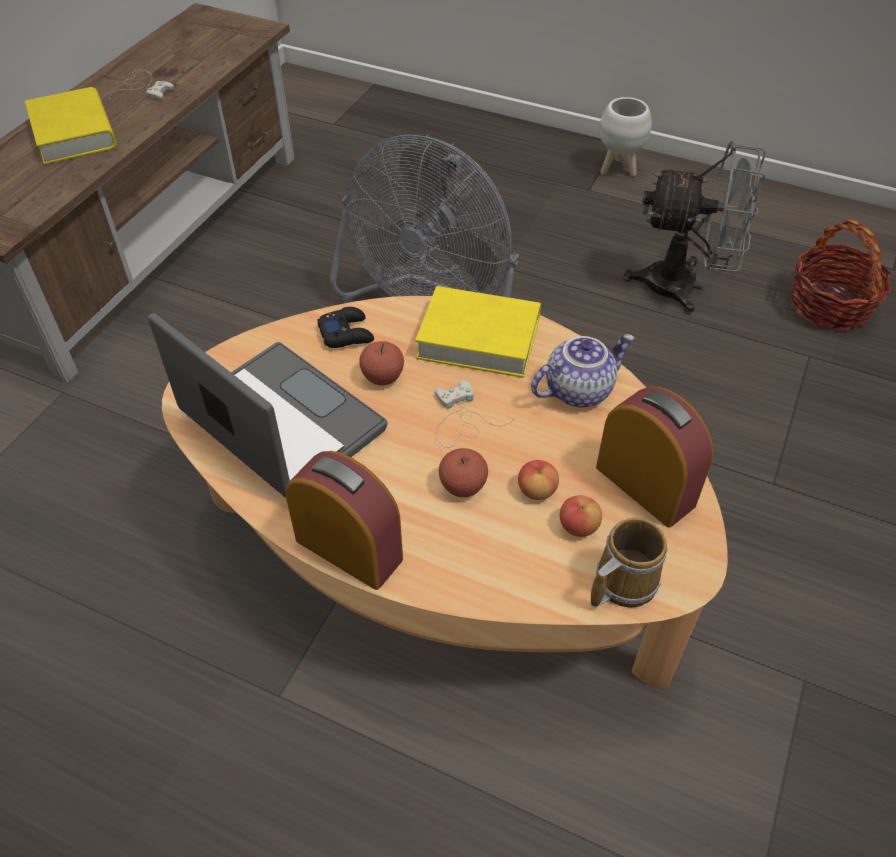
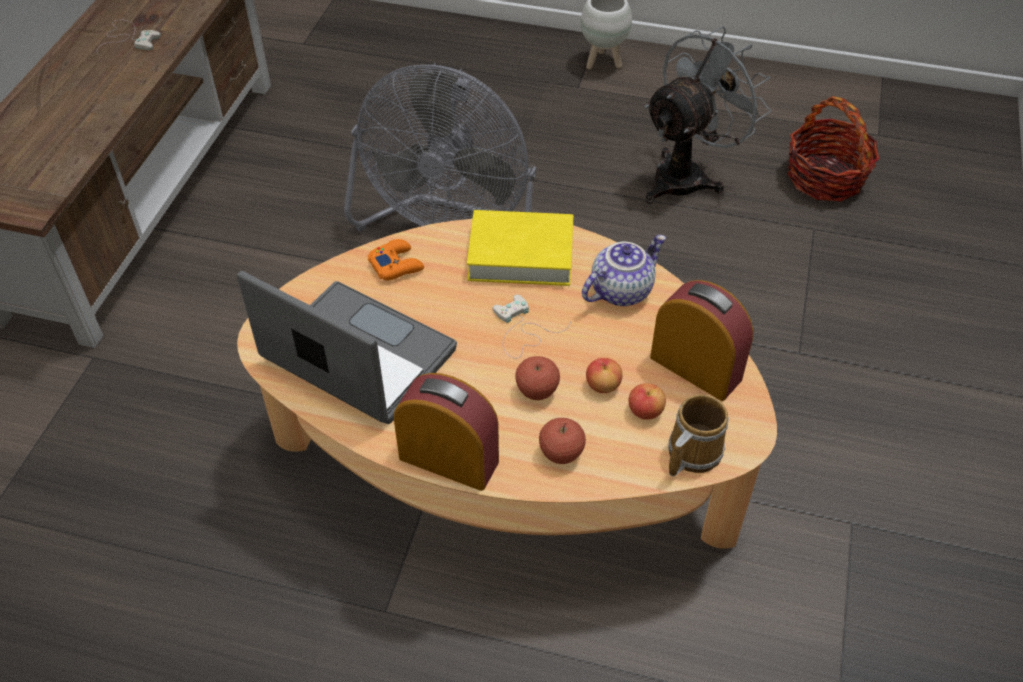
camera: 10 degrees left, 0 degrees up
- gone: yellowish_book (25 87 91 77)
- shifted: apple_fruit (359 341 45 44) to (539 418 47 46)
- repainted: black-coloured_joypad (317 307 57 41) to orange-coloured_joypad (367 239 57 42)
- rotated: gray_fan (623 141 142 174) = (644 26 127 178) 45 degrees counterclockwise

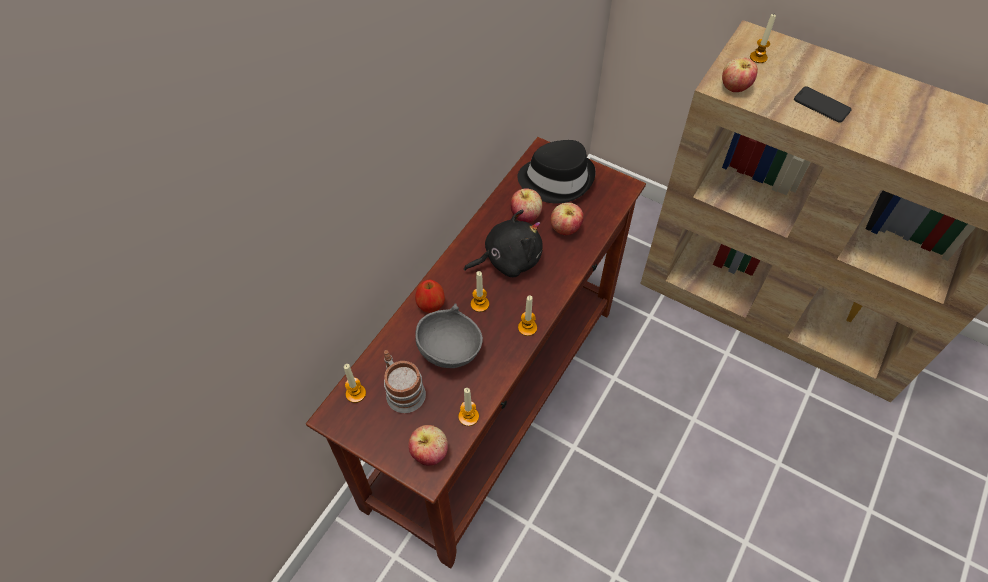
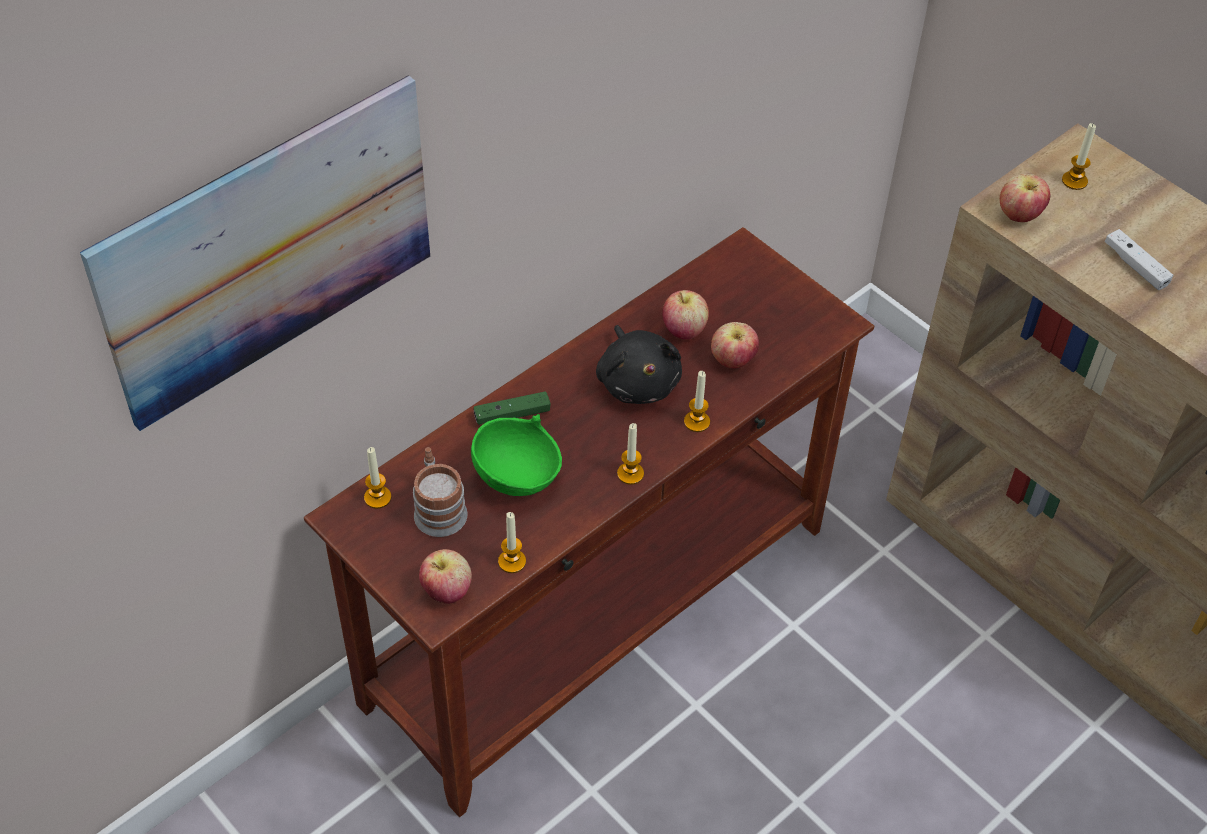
camera: 15 degrees right, 5 degrees down
- gone: black-coloured_clothing_hat (517 140 79 63)
- new: wall_art (80 75 350 356)
- shifted: candle (471 271 18 41) to (684 371 26 61)
- swapped: apple_fruit (415 279 30 34) to greenish_joypad (474 391 76 34)
- swapped: phone (794 86 58 37) to white_joypad (1105 229 68 61)
- repainted: gray_bowl (415 303 68 65) to greenish_bowl (471 414 91 82)
- rotated: black-coloured_soft_toy (464 210 79 67) = (596 325 86 79) 75 degrees clockwise

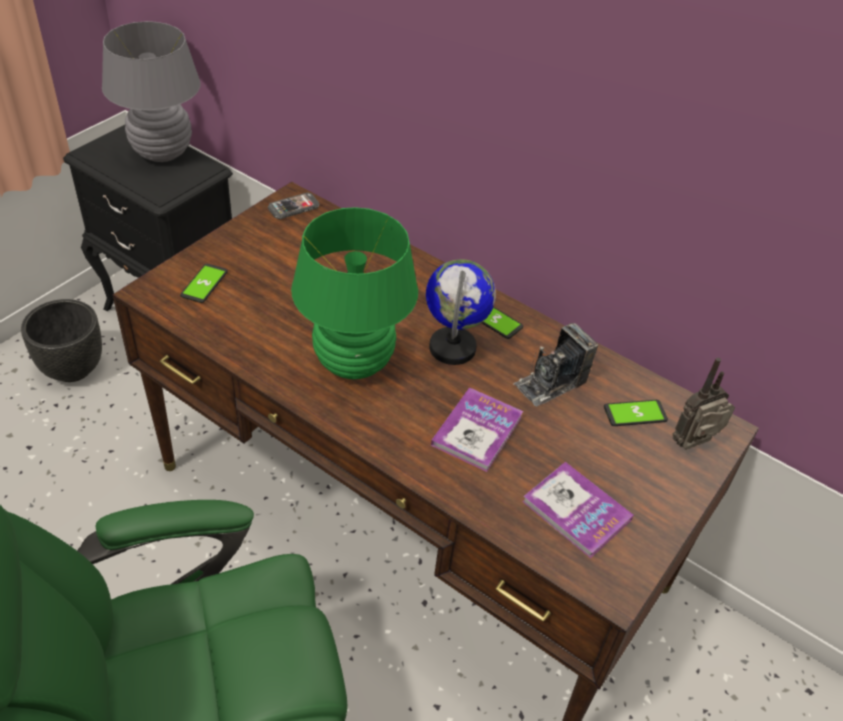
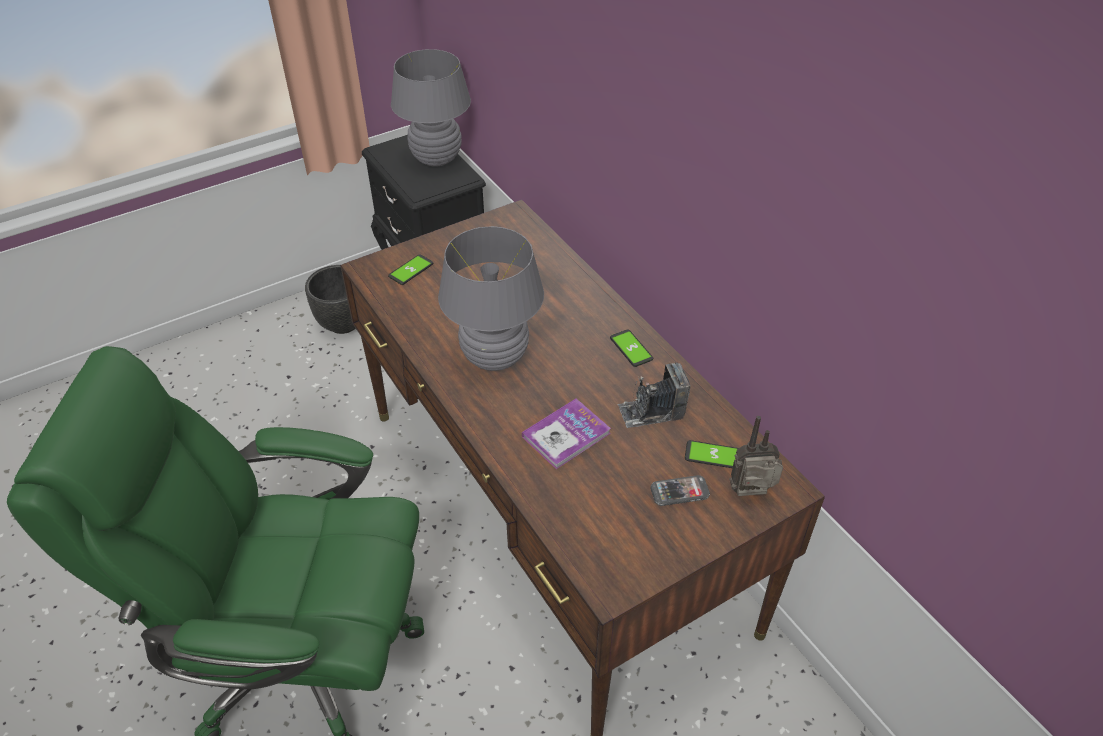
camera: 25 degrees right, 0 degrees up
- gone: world_globe (426 259 70 106)
- gone: book (522 462 112 96)
- shifted: phone (268 193 51 26) to (650 475 60 31)
- repainted: greenish_table_lamp (291 207 127 172) to gray_table_lamp (438 226 106 145)

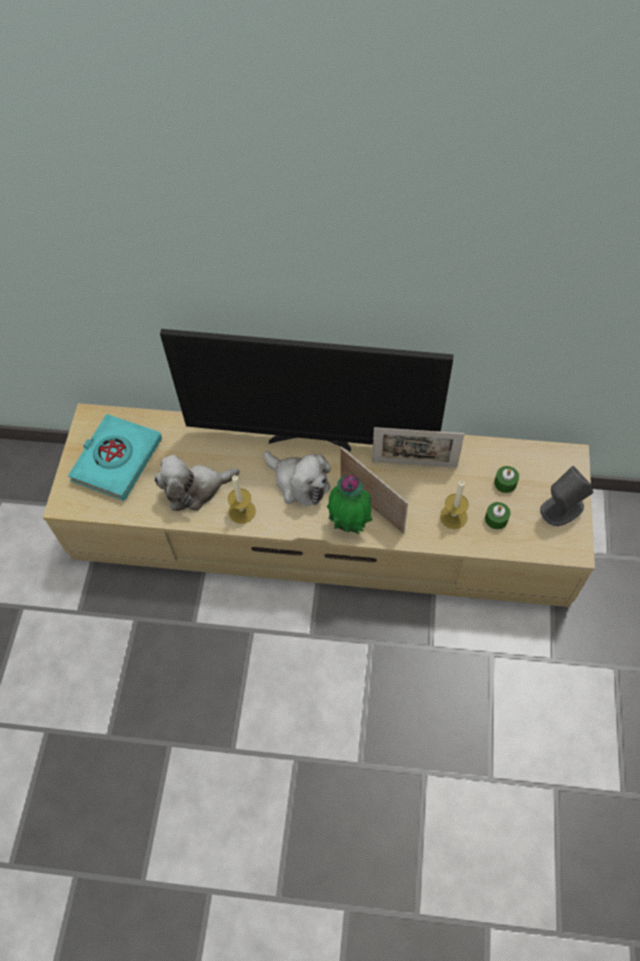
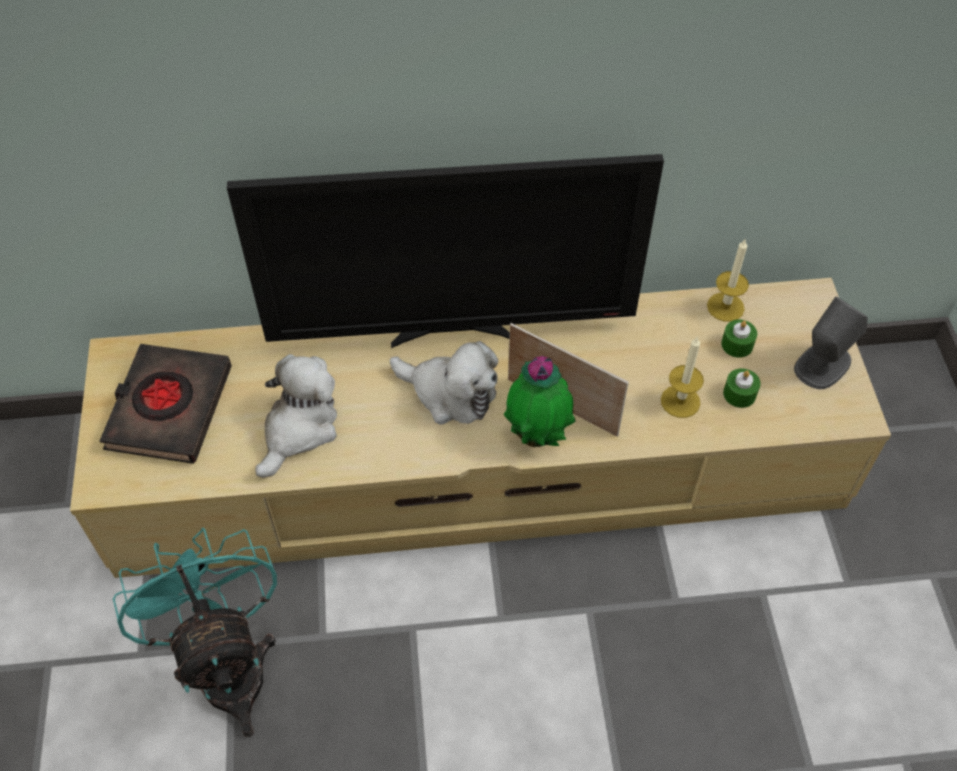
camera: 15 degrees left, 5 degrees down
- gone: picture_frame (372 427 92 41)
- new: turquoise-coloured_fan (113 528 164 209)
- shifted: candle (228 475 28 49) to (707 240 42 82)
- repainted: turquoise-coloured_book (68 414 94 87) to black-coloured_book (100 344 132 120)
- rotated: soft_toy (154 455 86 56) = (255 354 82 124) 150 degrees clockwise

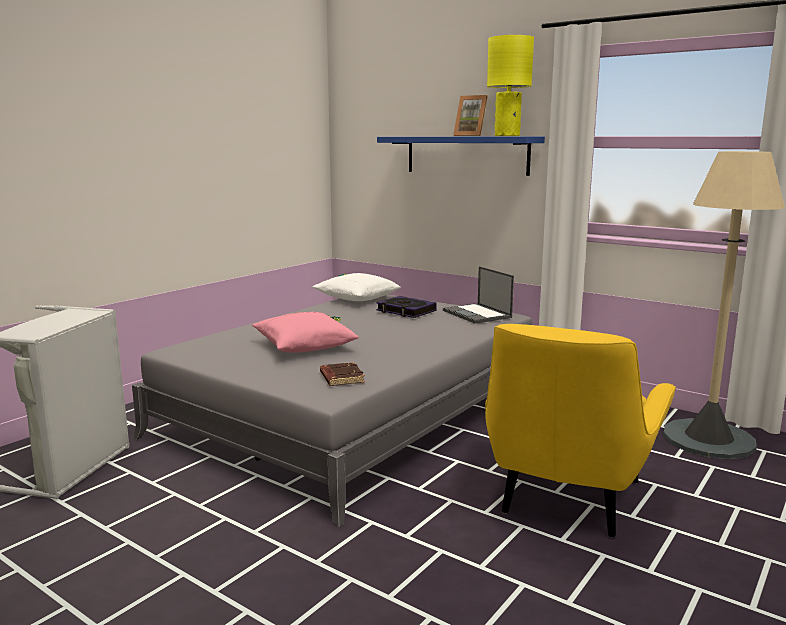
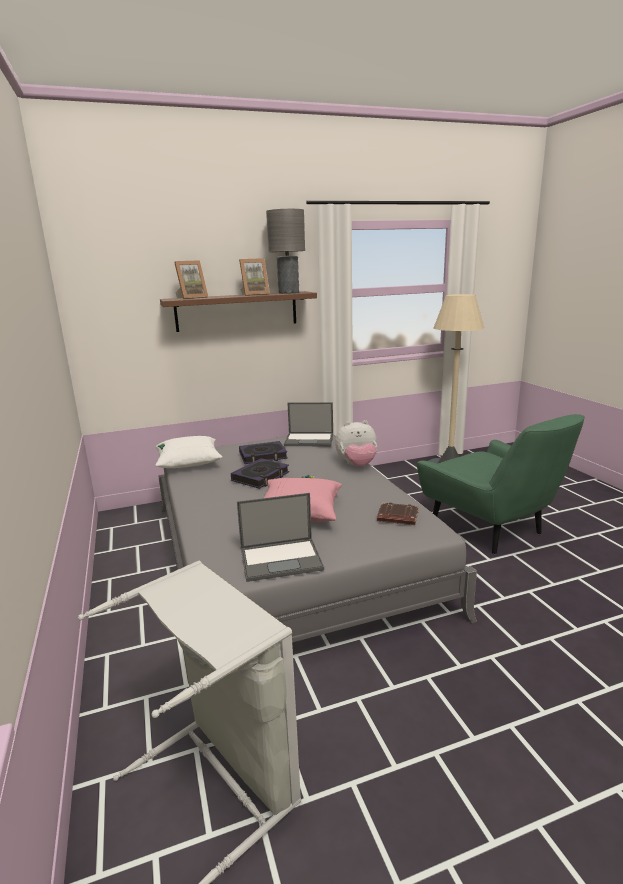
camera: 55 degrees left, 5 degrees up
- new: picture_frame (174 260 35 39)
- new: book (231 458 58 31)
- new: laptop (237 493 87 89)
- new: soft_toy (335 420 42 47)
- repainted: blue_bracket_shelf (377 137 168 39) to brown-coloured_bracket_shelf (160 291 157 41)
- repainted: yellowish_armchair (485 324 191 214) to greenish_armchair (417 414 168 140)
- repainted: yellowish_table_lamp (487 35 47 101) to gray_table_lamp (266 209 39 85)

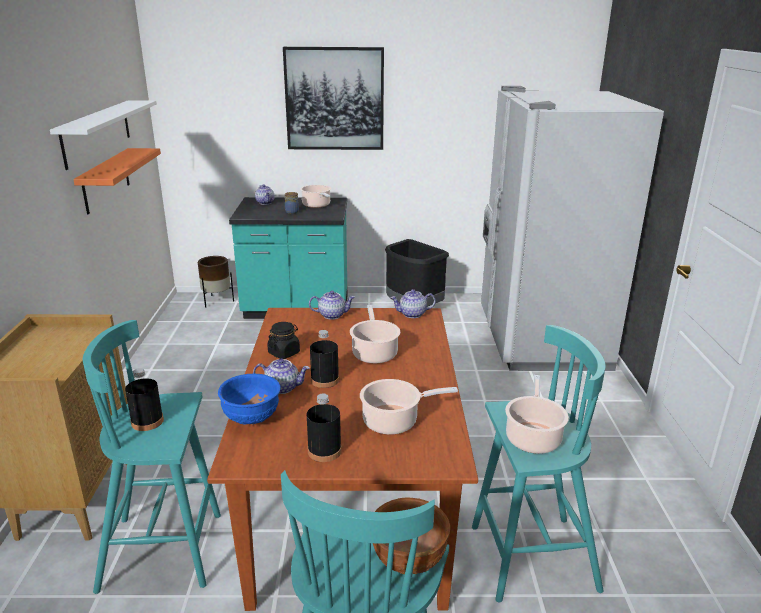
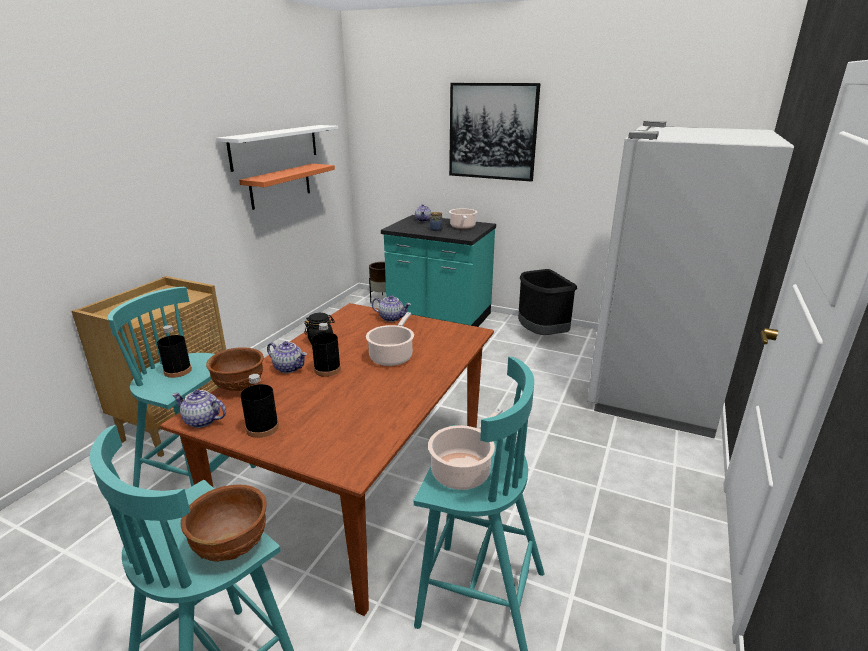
camera: 25 degrees right, 0 degrees up
- gone: stockpot (360 379 98 56)
- shifted: tea_pot (391 289 45 29) to (172 390 54 38)
- repainted: blue_bowl (218 374 63 51) to brown-coloured_bowl (206 347 58 44)

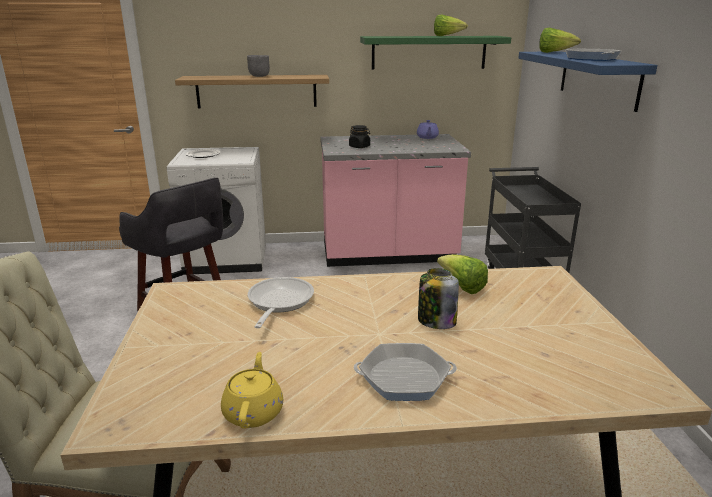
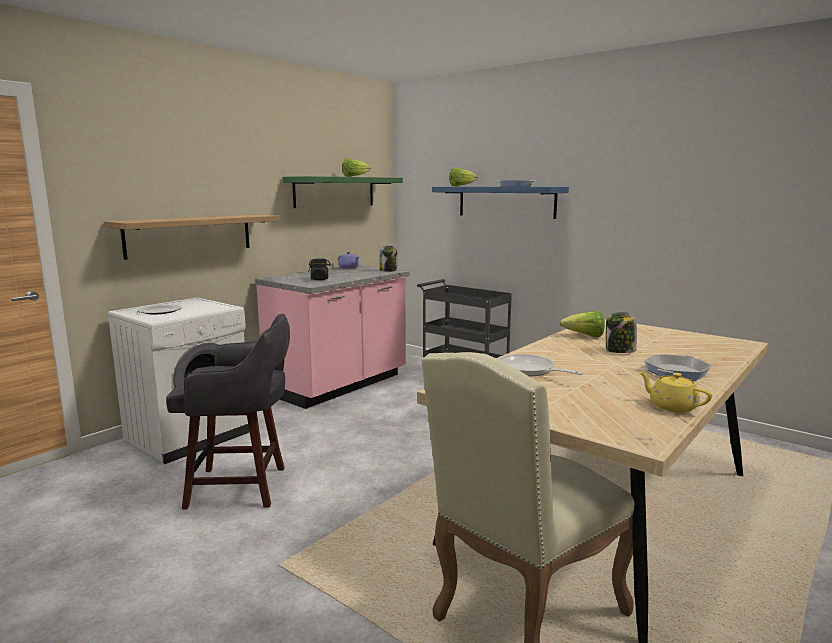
camera: 45 degrees left, 10 degrees down
- gone: gray_bowl (247 55 23 22)
- new: jar (380 246 17 26)

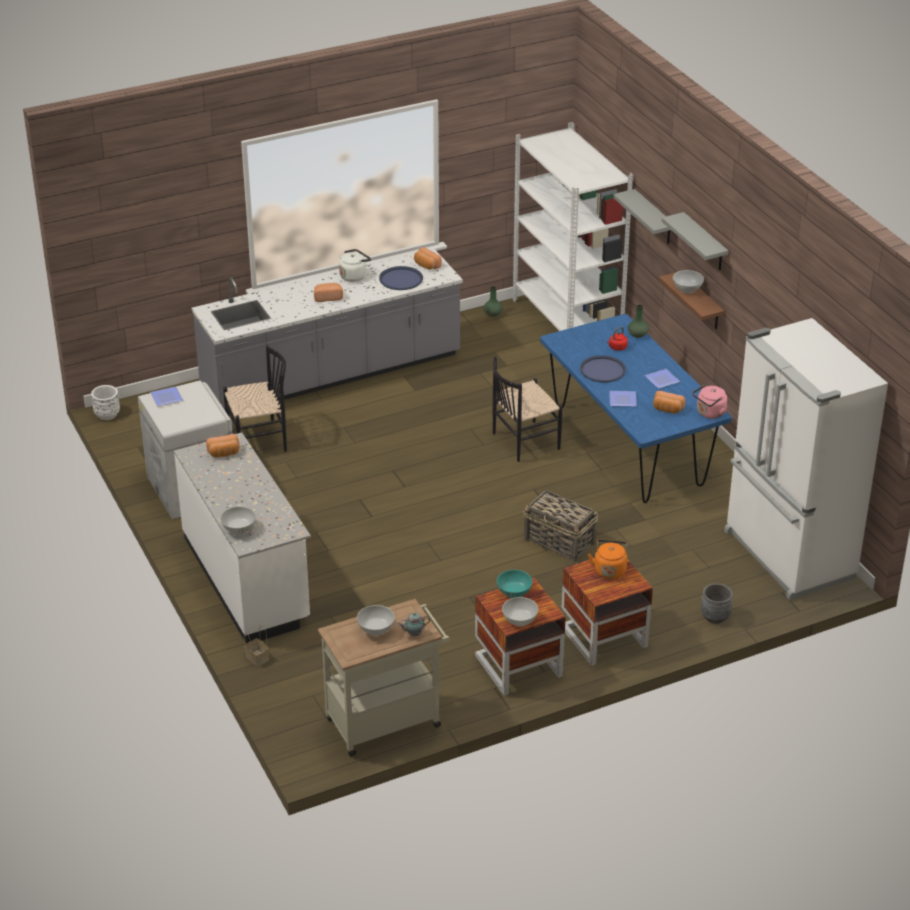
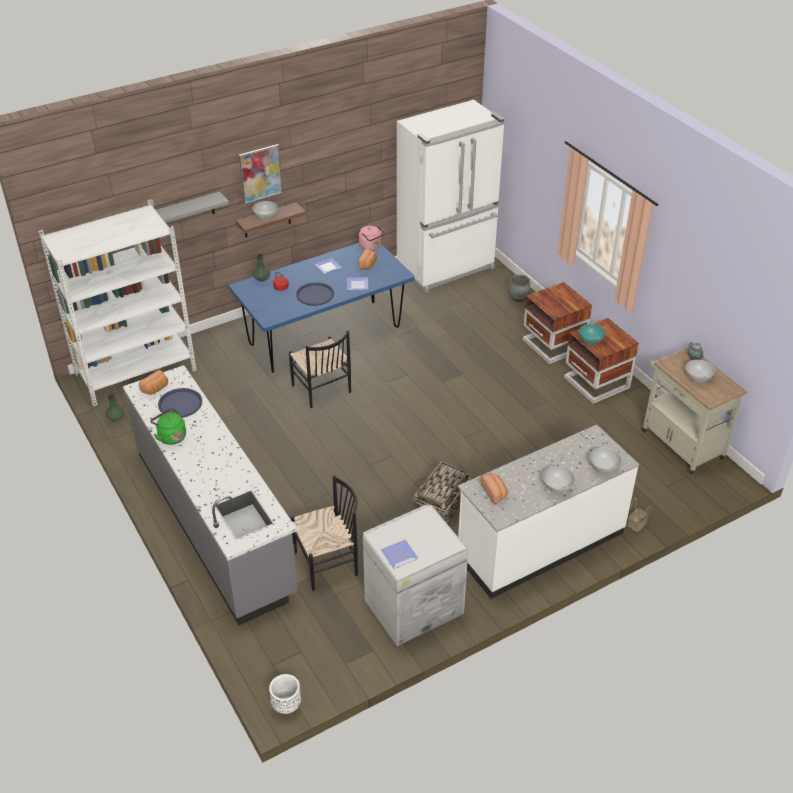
camera: 95 degrees left, 5 degrees up
- gone: baked_bread (314 283 29 19)
- gone: orange-coloured_tea_kettle (588 540 40 39)
- shifted: white_bowl (502 597 37 29) to (543 466 32 27)
- shifted: basket (523 490 75 72) to (413 461 58 63)
- swapped: gray_bracket_shelf (662 212 67 58) to wall_art (239 144 44 60)
- repainted: white_tea_kettle (339 249 32 33) to greenish_tea_kettle (150 408 36 37)
- rotated: black-coloured_chair (223 345 64 107) = (291 475 67 116) 90 degrees clockwise

